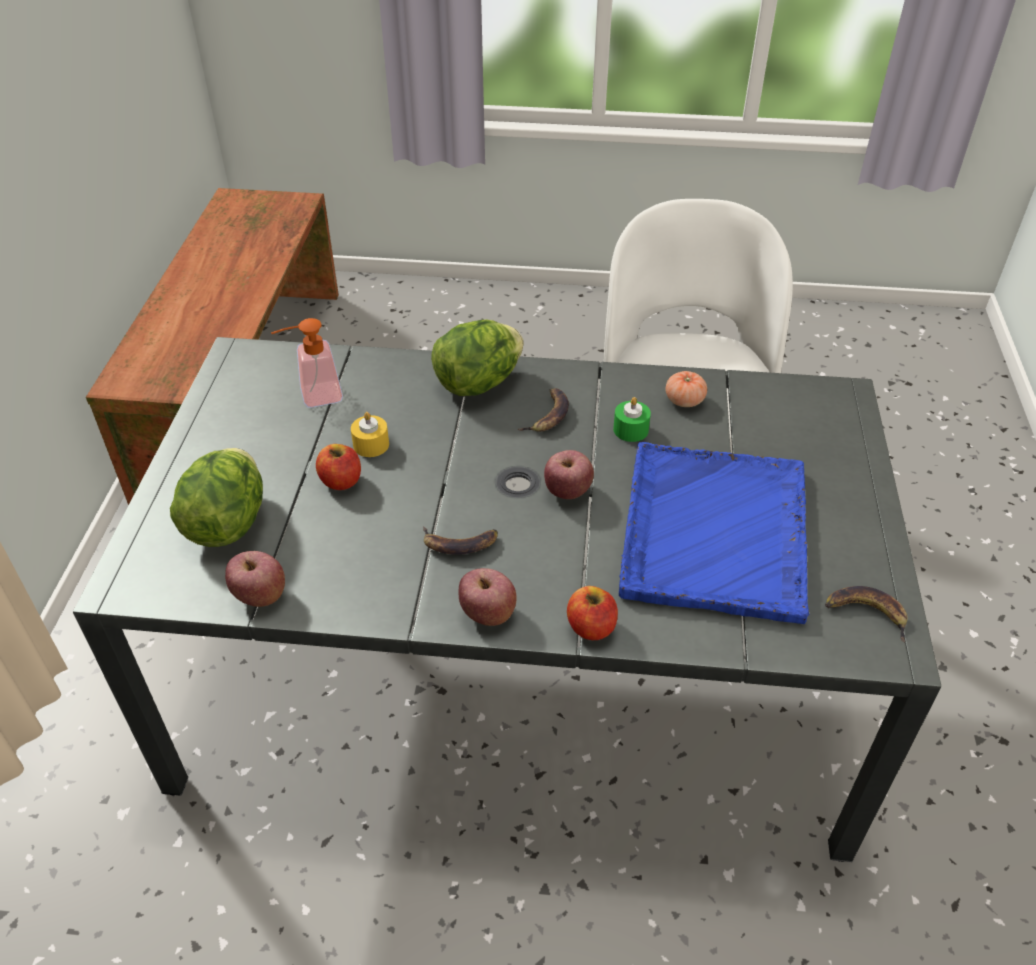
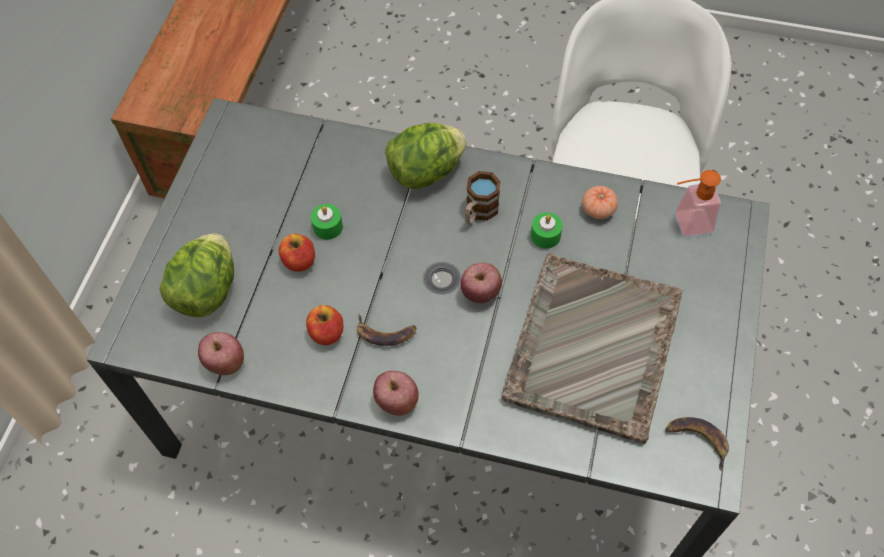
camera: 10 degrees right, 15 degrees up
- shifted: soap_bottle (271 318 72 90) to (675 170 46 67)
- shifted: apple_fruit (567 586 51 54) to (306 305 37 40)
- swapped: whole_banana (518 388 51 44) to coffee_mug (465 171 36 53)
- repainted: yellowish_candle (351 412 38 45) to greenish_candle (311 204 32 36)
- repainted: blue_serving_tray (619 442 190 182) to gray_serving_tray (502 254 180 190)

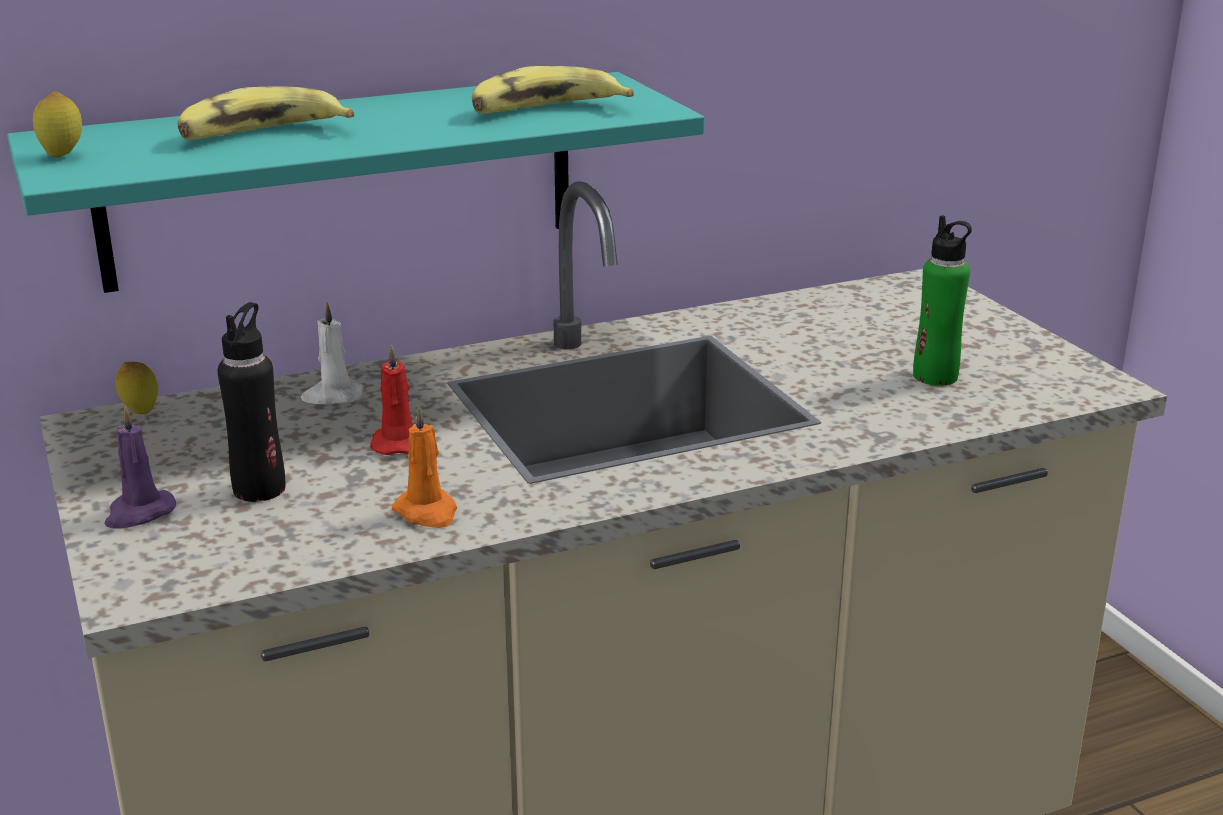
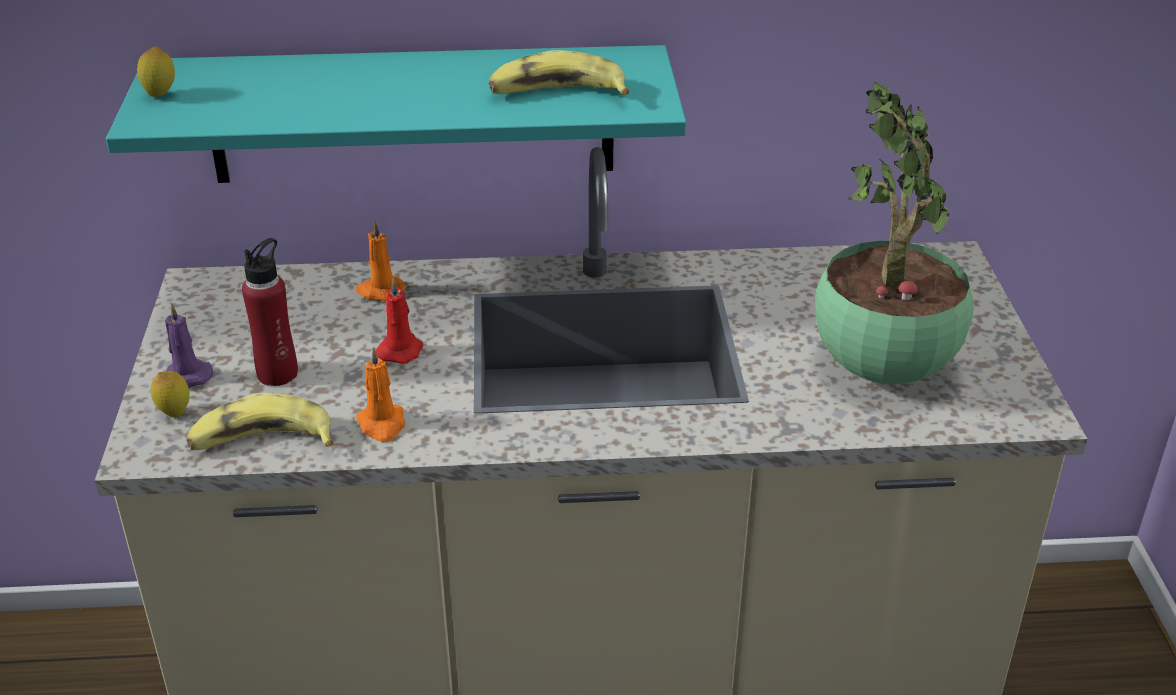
camera: 20 degrees right, 10 degrees up
- shifted: whole_lemon (115 362 43 52) to (150 371 40 46)
- shifted: whole_banana (178 87 176 53) to (186 393 148 57)
- swapped: greenish_beverage_bottle (913 215 59 171) to potted_plant (815 82 159 302)
- repainted: black-coloured_beverage_bottle (218 302 67 200) to reddish_beverage_bottle (242 238 56 148)
- repainted: white_candle (301 301 63 103) to orange-coloured_candle (356 220 50 81)

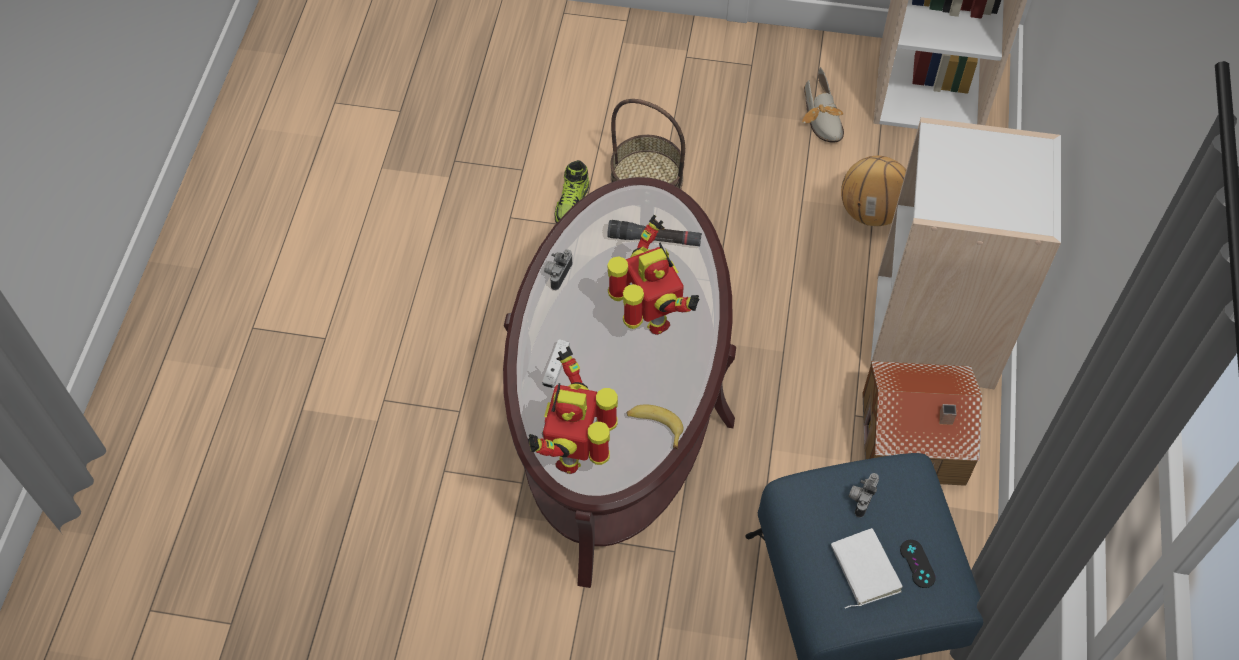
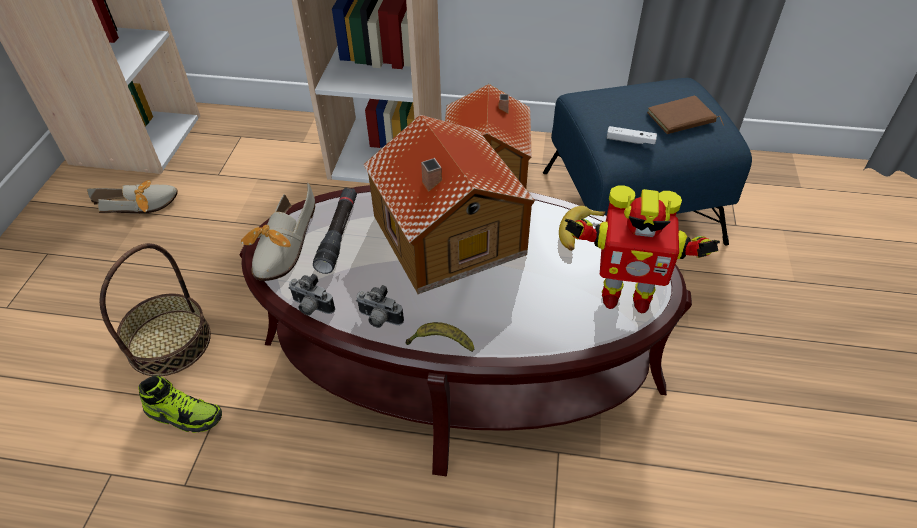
camera: 90 degrees left, 10 degrees down
- gone: basketball (841 156 65 70)
- gone: black-coloured_joypad (900 540 36 48)
- new: shoe (241 183 74 98)
- new: whole_banana (405 322 69 30)
- shifted: white_joypad (542 339 28 49) to (607 126 50 18)
- shifted: photo_camera (848 473 31 45) to (289 274 46 42)
- swapped: toy_robot (607 215 92 120) to model_house (363 115 172 179)
- repainted: white_book (831 528 72 81) to brown-coloured_book (647 96 77 38)

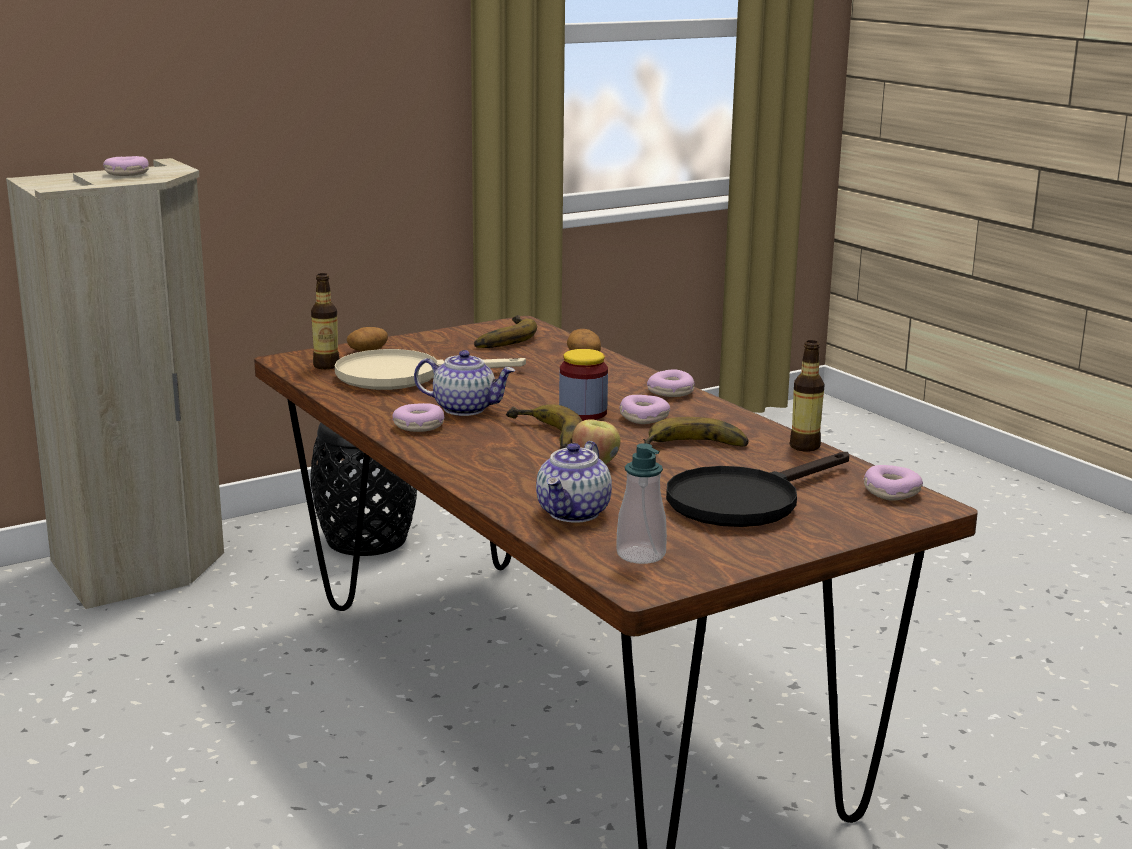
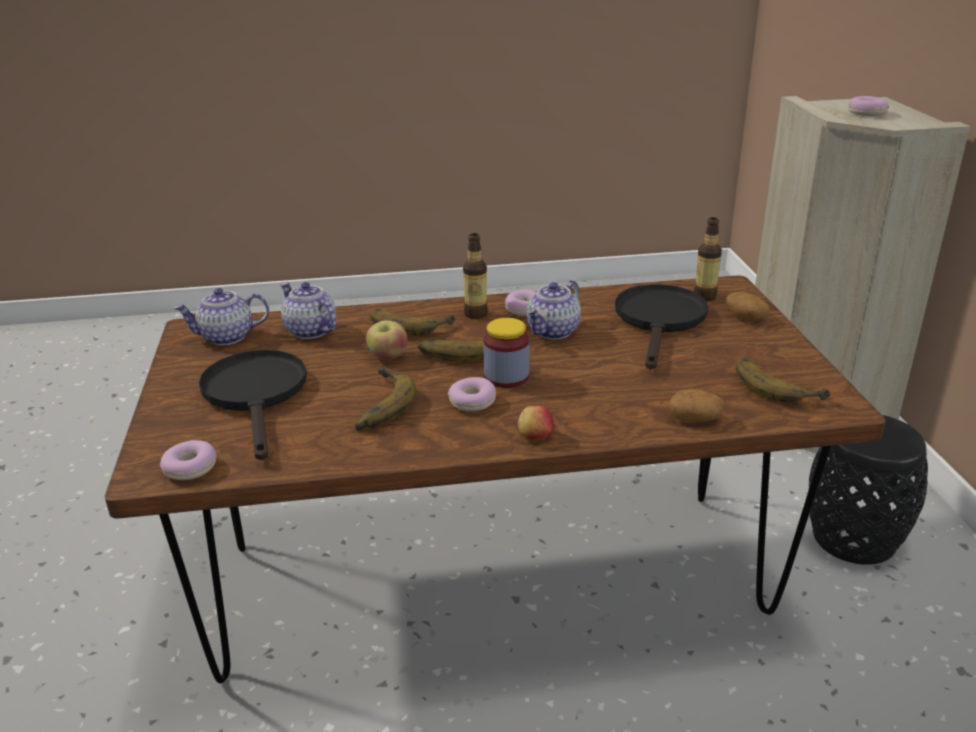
camera: 115 degrees right, 10 degrees up
- new: whole_banana (370 309 85 27)
- shifted: beverage_bottle (790 340 35 112) to (463 233 25 86)
- swapped: soap_bottle (616 443 51 121) to tea_pot (174 288 95 57)
- swapped: doughnut (647 369 48 28) to apple_fruit (518 406 36 34)
- repainted: beige_pan (335 349 191 41) to black-coloured_pan (615 284 93 86)

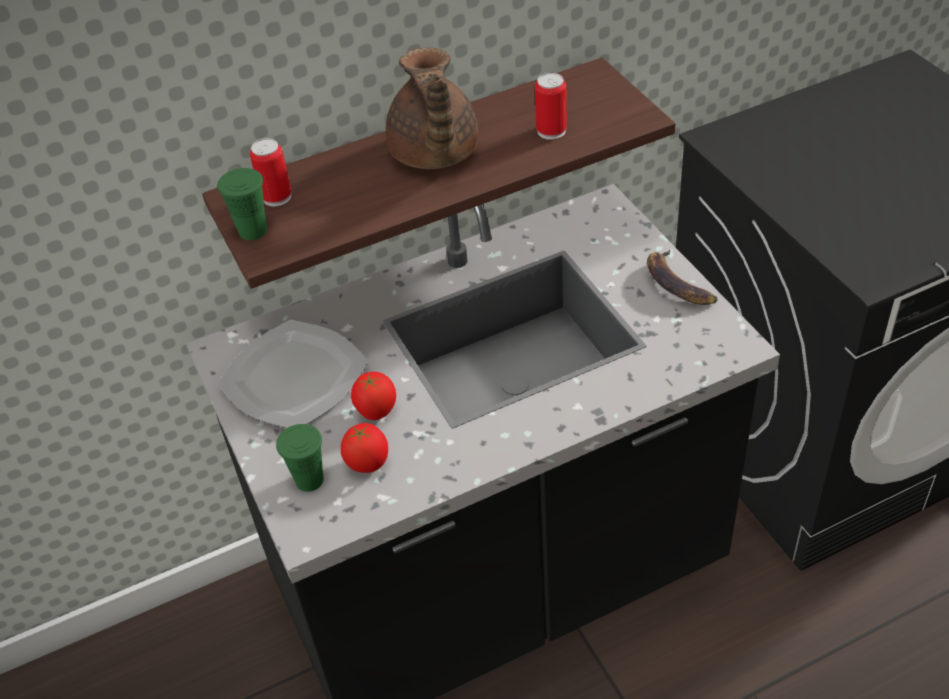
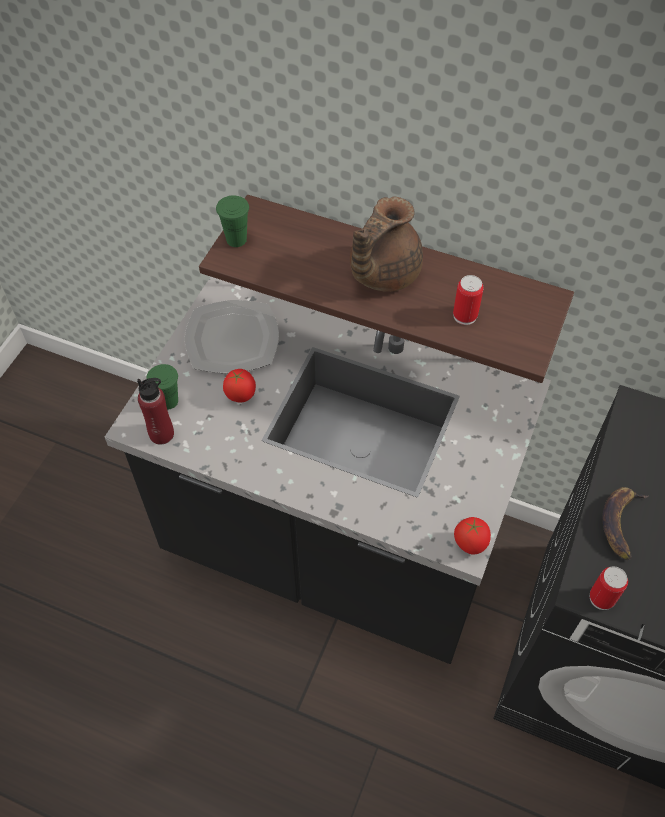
camera: 45 degrees right, 10 degrees up
- new: reddish_beverage_bottle (137 378 37 66)
- shifted: sealed_can (250 138 42 68) to (590 567 38 43)
- shifted: fresh_tomato (341 423 47 50) to (454 517 37 38)
- shifted: whole_banana (647 249 71 56) to (603 487 46 73)

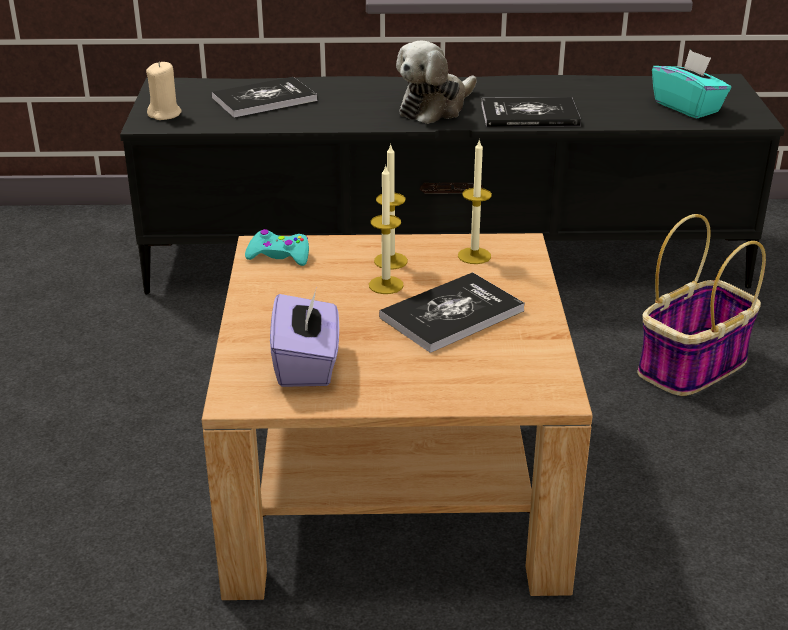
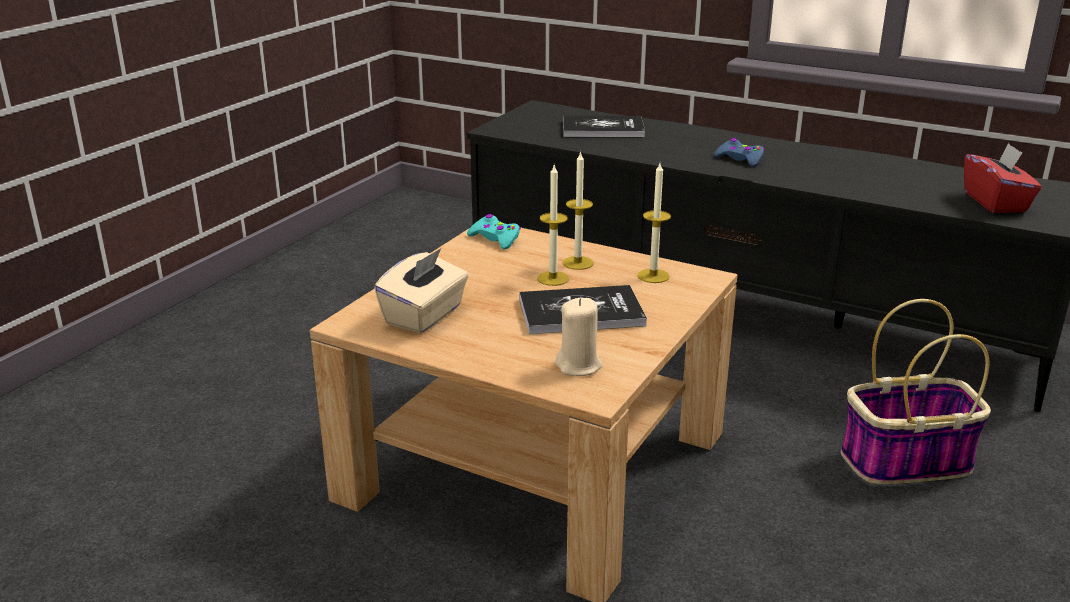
camera: 30 degrees right, 5 degrees down
- gone: book (481 97 100 30)
- shifted: beige_candle (146 61 36 59) to (556 298 47 78)
- swapped: soft_toy (396 41 80 83) to blue_joypad (714 138 50 29)
- repainted: purplish_box_of_tissues (270 290 69 97) to beige_box_of_tissues (374 248 95 85)
- repainted: turquoise-coloured_box_of_tissues (652 50 79 68) to reddish_box_of_tissues (964 143 78 70)

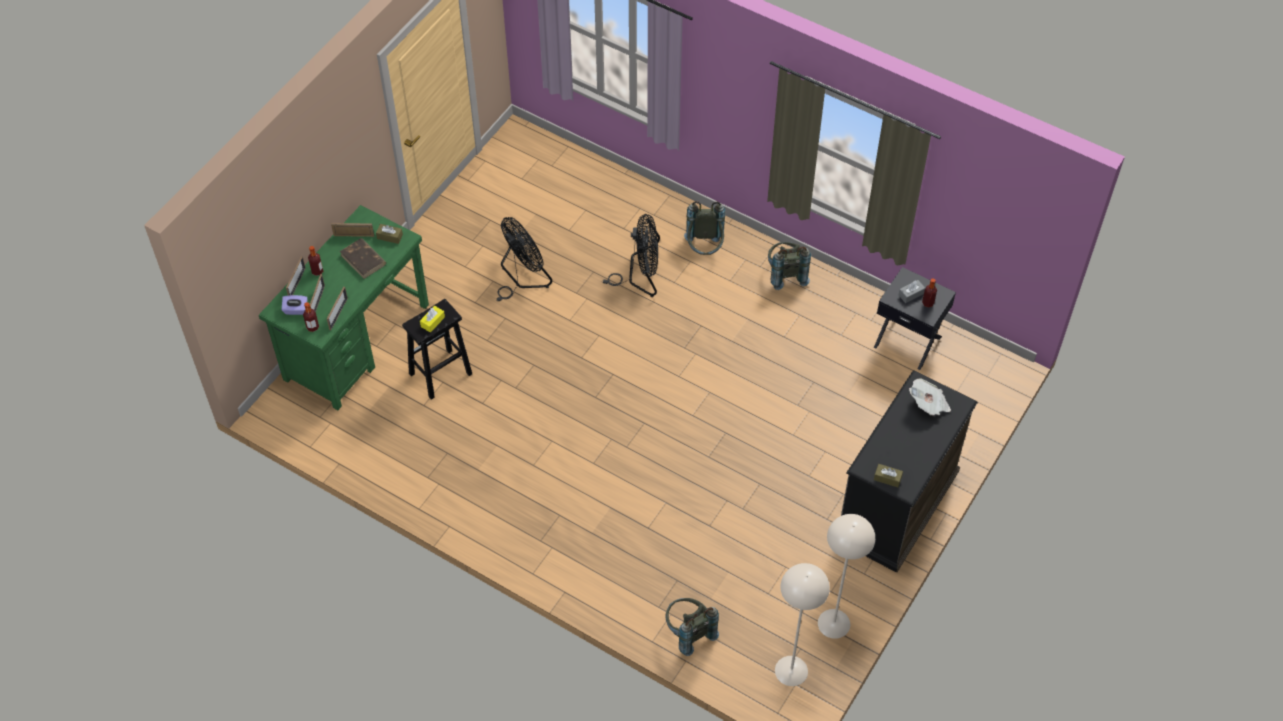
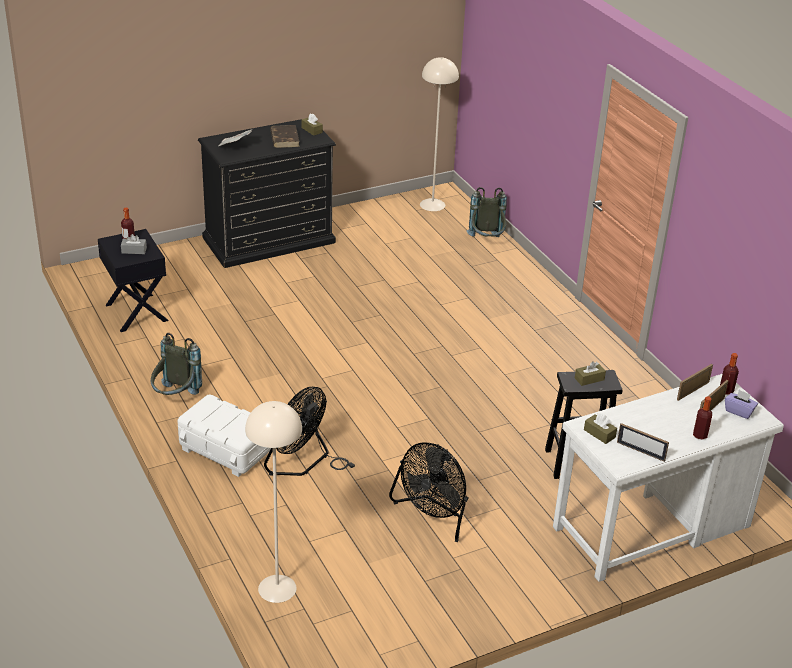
camera: 150 degrees left, 20 degrees down
- gone: picture_frame (286 256 20 39)
- shifted: brown-coloured_book (340 238 46 41) to (270 125 30 23)
- shifted: beige_standing_lamp (818 514 57 125) to (245 401 57 202)
- swapped: gray_knapsack (684 201 41 54) to white_storage_container (178 395 93 82)
- repainted: greenish_desk_table (259 205 170 205) to white_desk_table (553 374 231 208)
- repainted: yellowish_box_of_tissues (420 306 25 27) to brown-coloured_box_of_tissues (575 361 31 25)
- rotated: black-coloured_fan (496 217 56 84) = (389 443 80 99) 45 degrees counterclockwise

